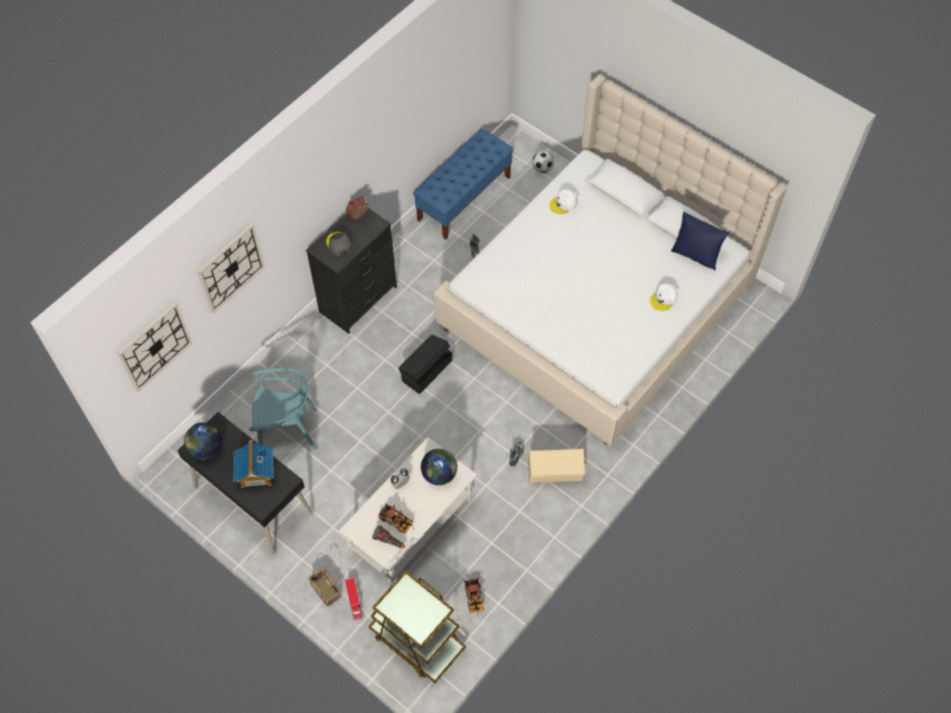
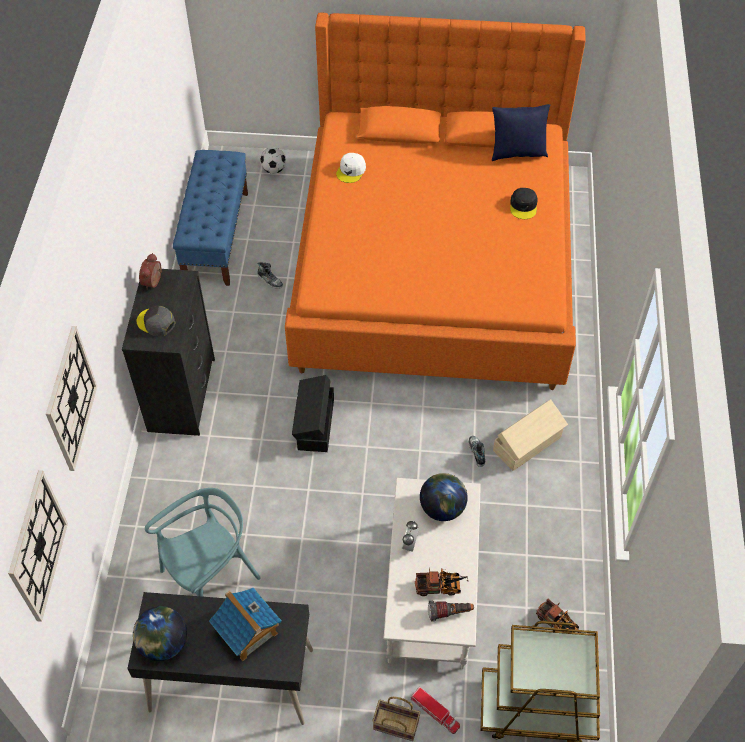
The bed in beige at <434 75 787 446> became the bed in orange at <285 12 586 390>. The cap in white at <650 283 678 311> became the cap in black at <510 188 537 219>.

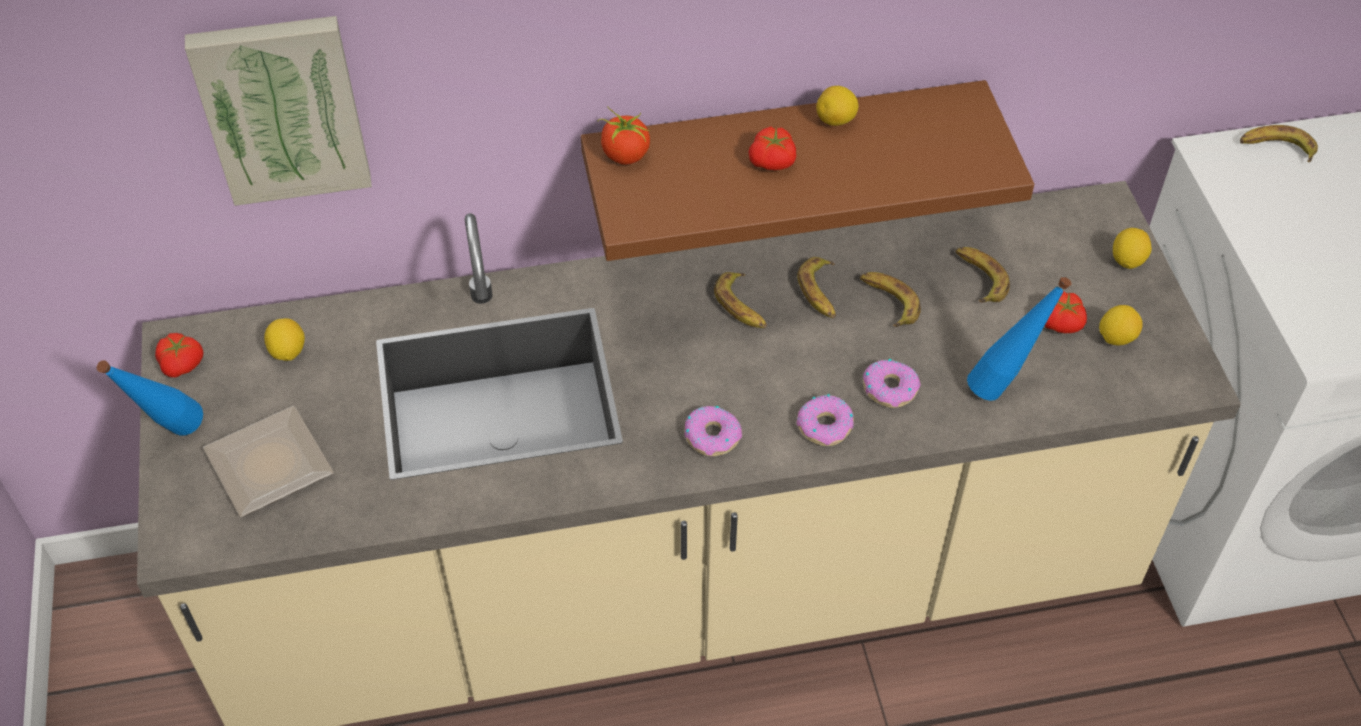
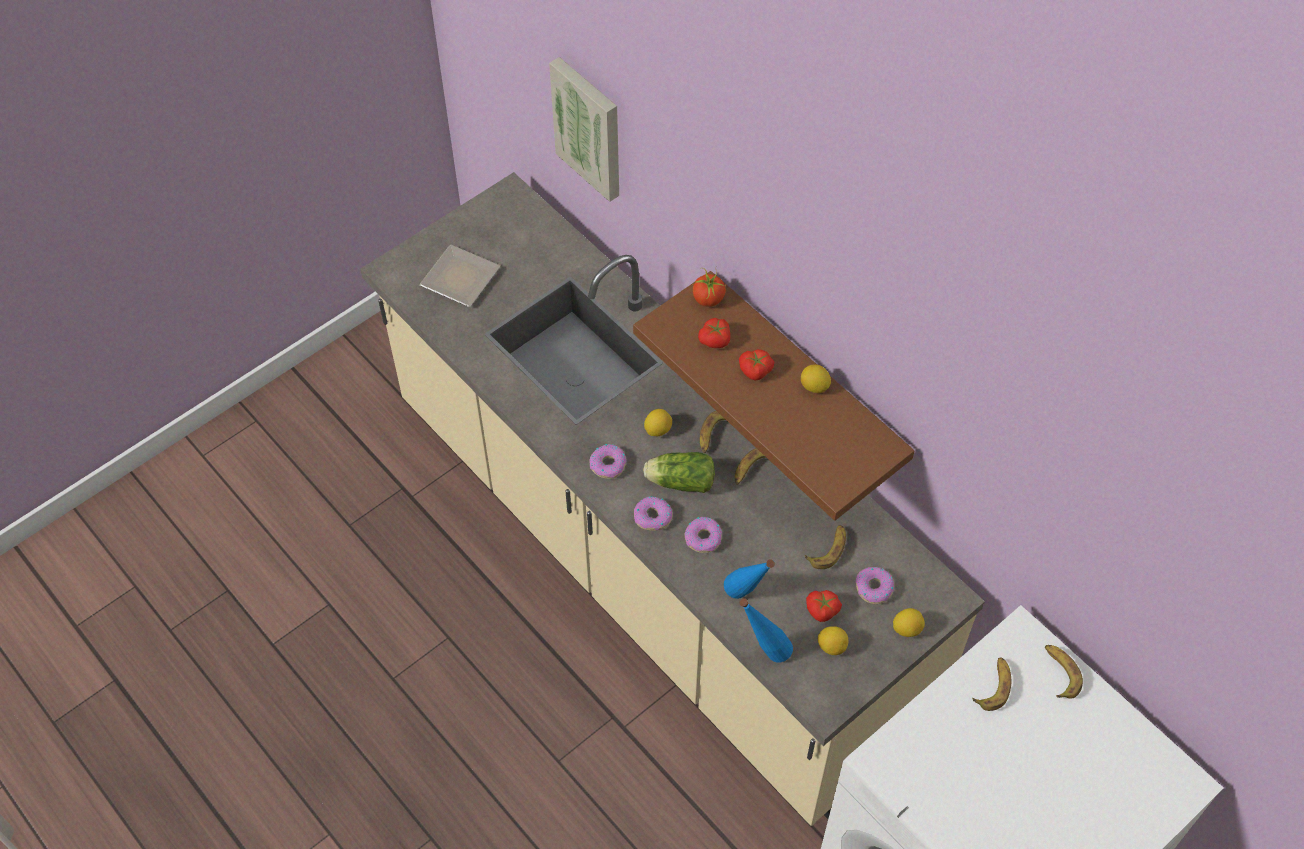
The lettuce at <643 452 715 493> appeared. The lemon moved from <264 318 305 361> to <644 409 672 436>. The tomato moved from <155 333 204 378> to <698 318 731 348>. The bottle in blue moved from <97 360 203 436> to <740 598 793 662>. The donut at <856 567 894 604> appeared. The banana moved from <860 272 921 327> to <972 658 1011 711>.

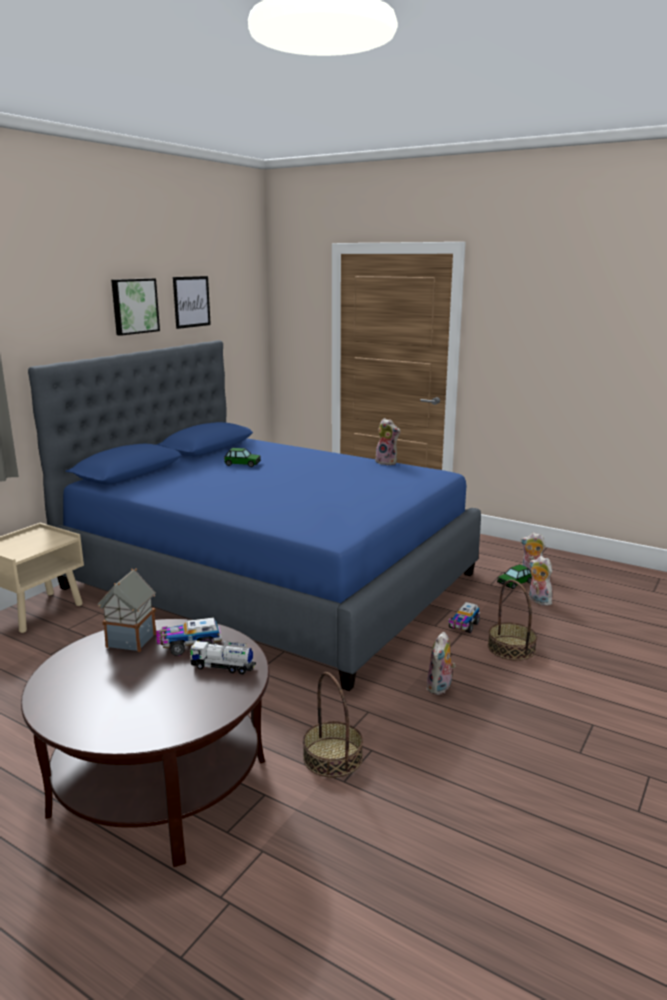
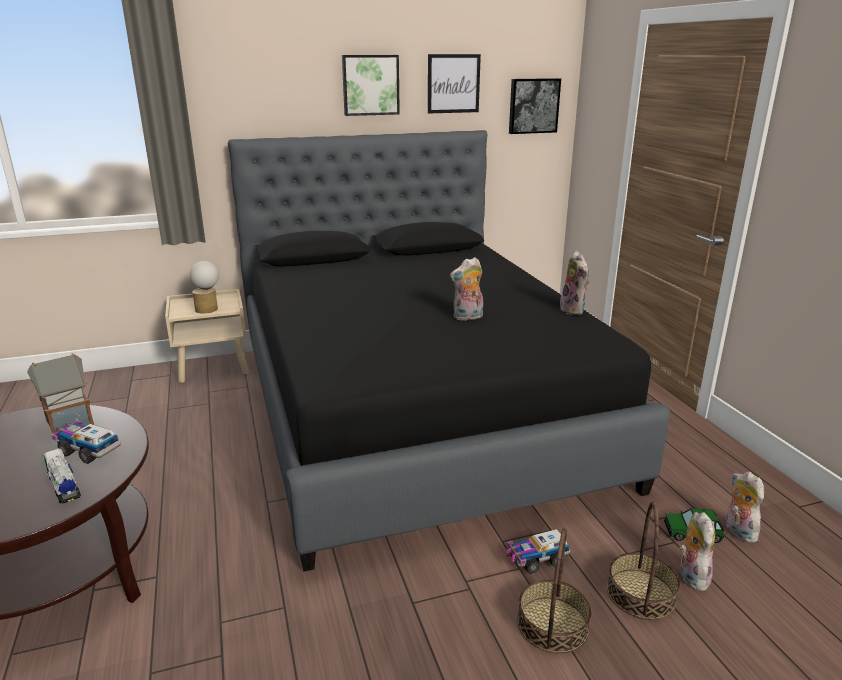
The table lamp at <190 261 219 314> appeared. The bed in blue at <28 340 481 691> became the bed in black at <228 130 670 572>. The plush toy moved from <427 632 456 695> to <450 257 483 321>. The picture at <509 78 561 134> appeared. The basket moved from <303 672 363 778> to <607 502 680 620>. The toy car at <224 448 261 467> disappeared.

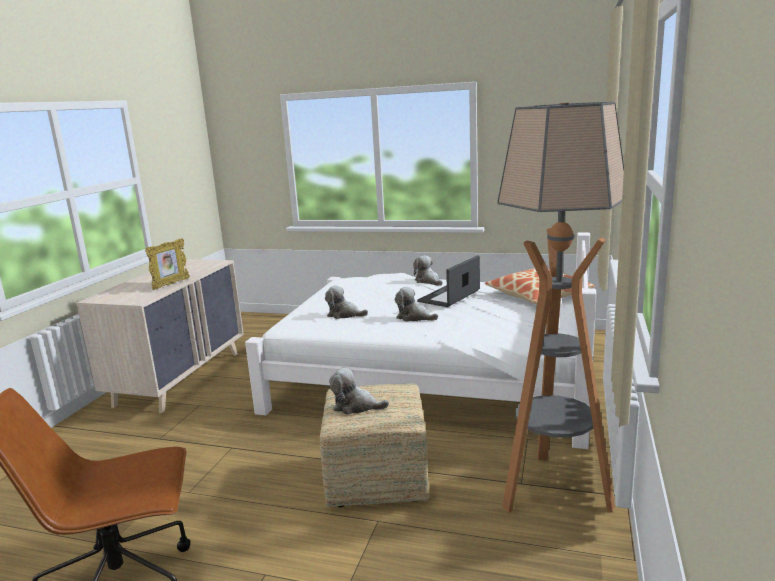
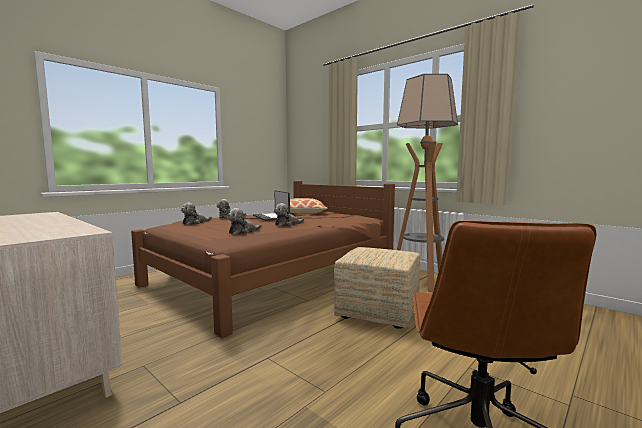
The bed in white at <245 232 597 449> became the bed in brown at <131 181 395 338>. The plush toy moved from <329 368 389 415> to <181 203 212 225>. The picture frame at <145 238 190 290> disappeared.

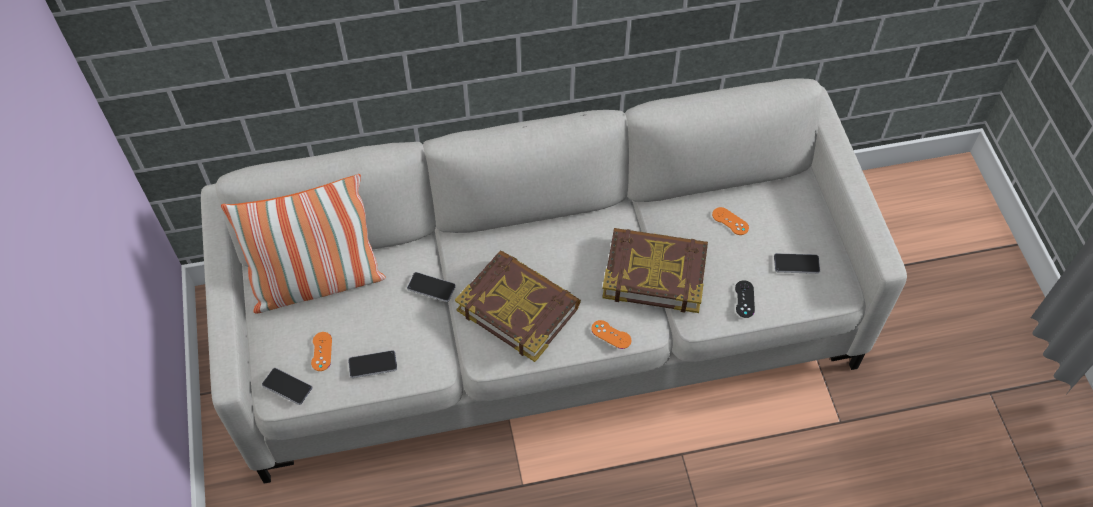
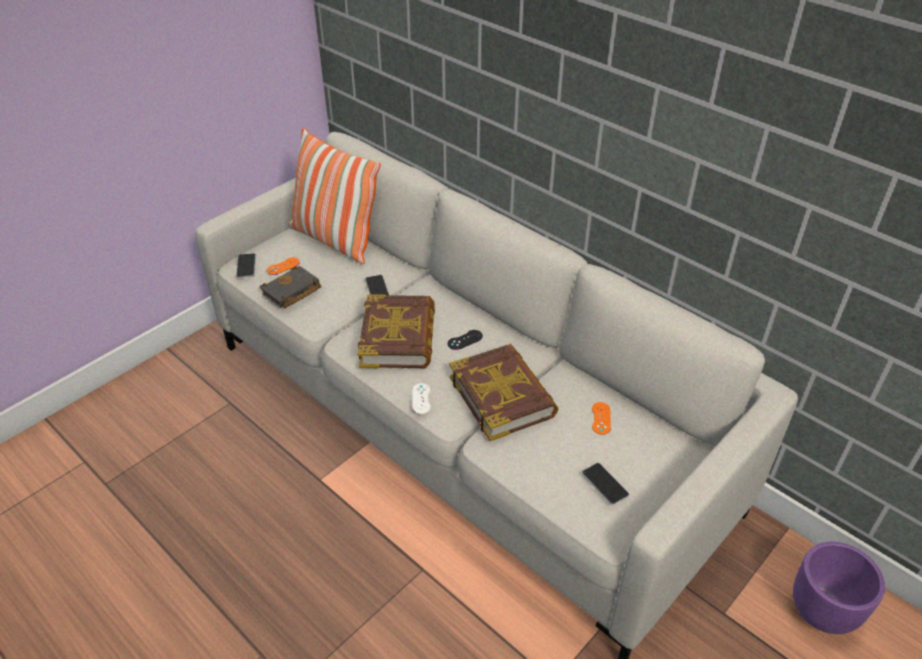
The phone at <348 350 397 378> was replaced by the book in black at <260 266 322 308>. The game controller in orange at <591 320 632 349> became the game controller in white at <412 383 431 414>. The game controller in black moved from <735 280 755 318> to <448 330 483 350>. The planter in purple at <793 541 885 634> appeared.

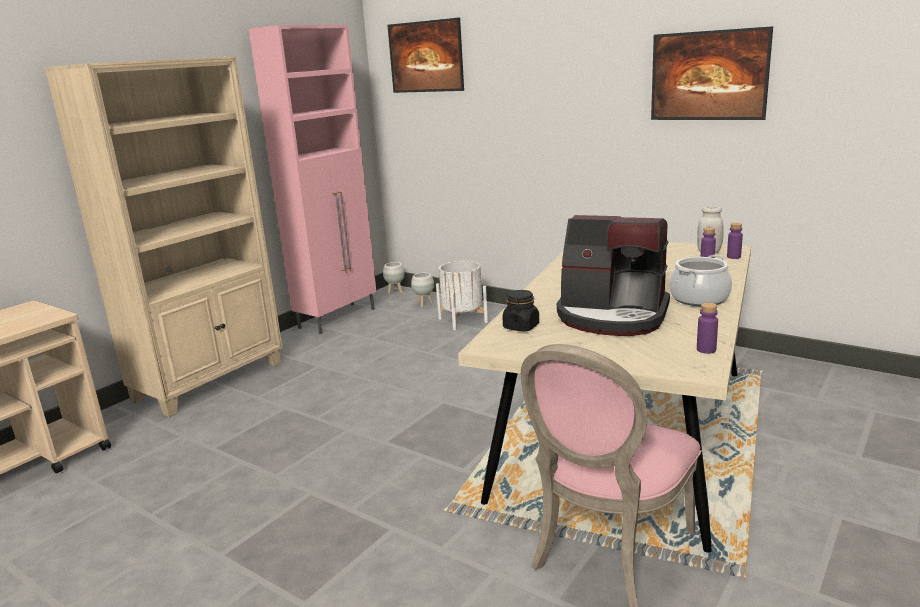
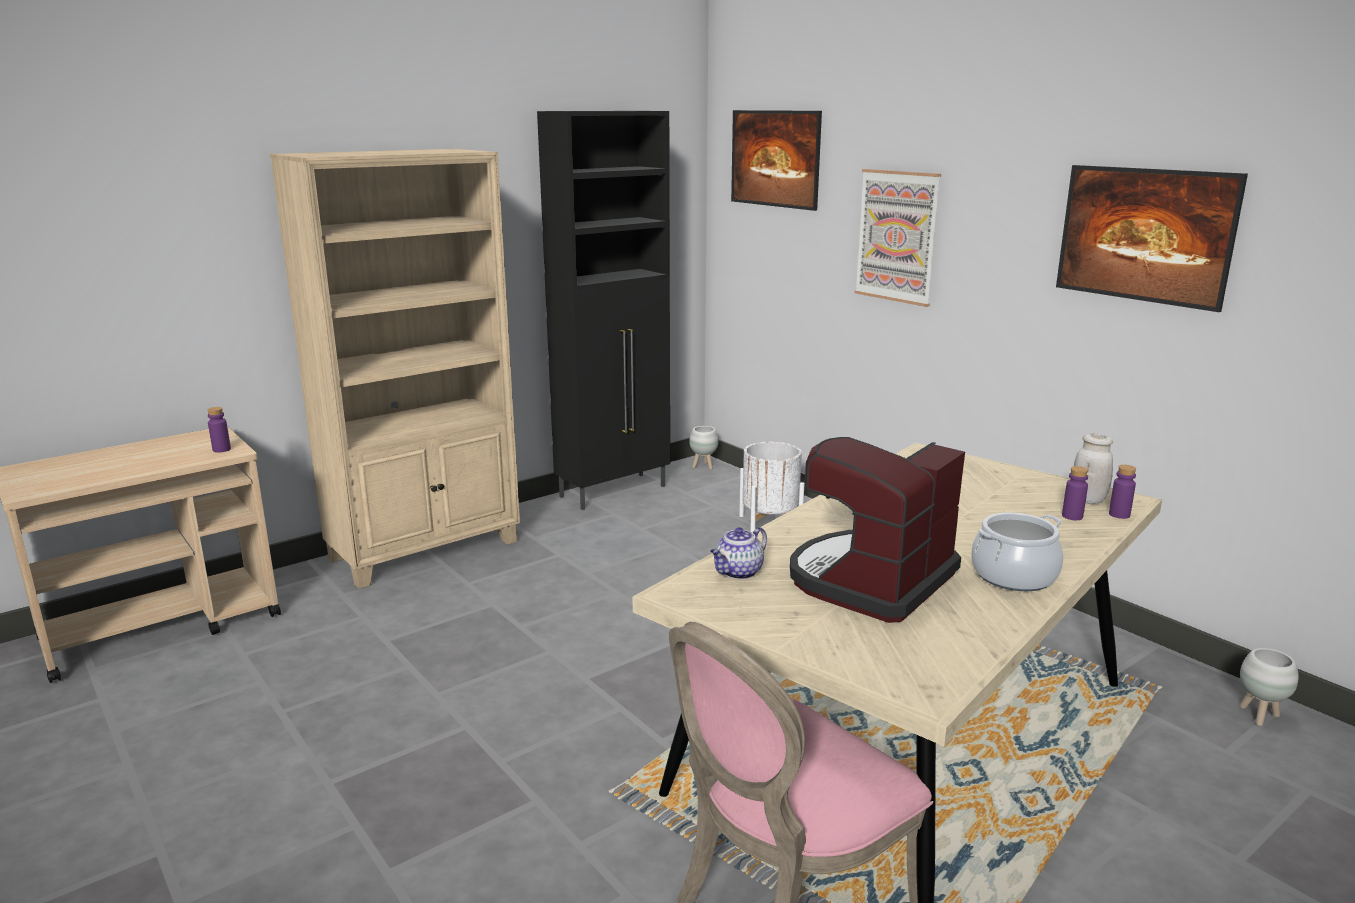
The bottle in purple moved from <697 303 718 354> to <207 407 231 453>. The cabinet in pink at <249 25 376 334> became the cabinet in black at <537 111 670 510>. The jar in black at <503 290 539 332> was replaced by the teapot at <710 527 767 579>. The coffee machine at <557 215 670 336> turned 90 degrees clockwise. The picture at <854 169 941 307> appeared. The planter in white moved from <411 273 434 308> to <1240 648 1299 726>.

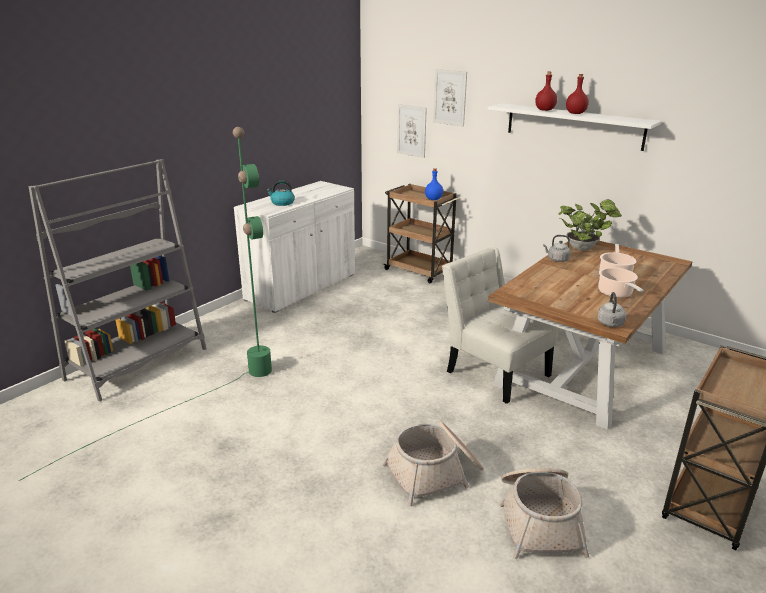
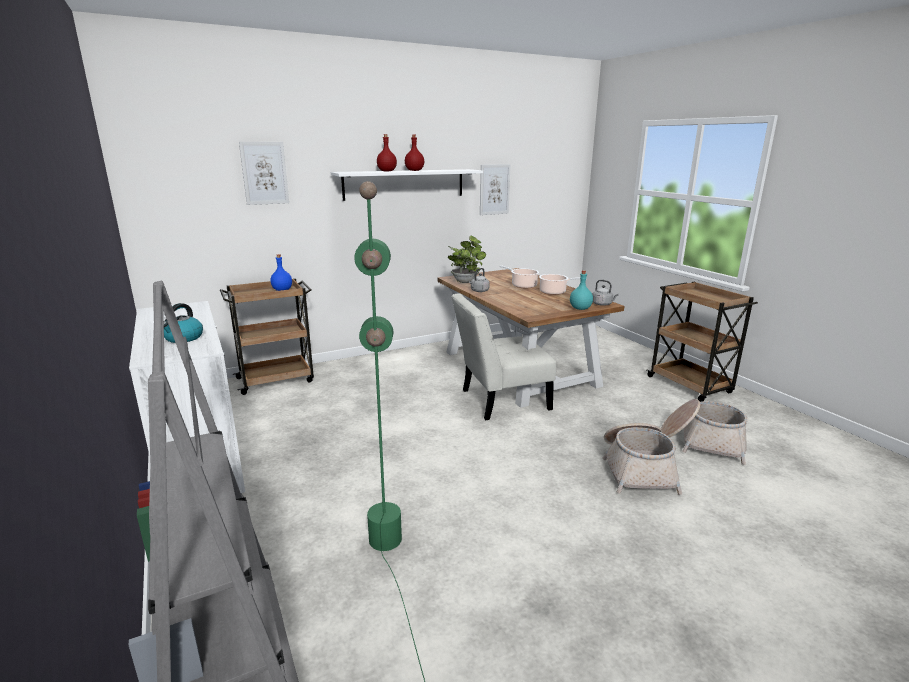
The picture moved from <397 104 427 158> to <480 164 511 215>. The bottle in turquoise at <570 270 593 310> appeared.

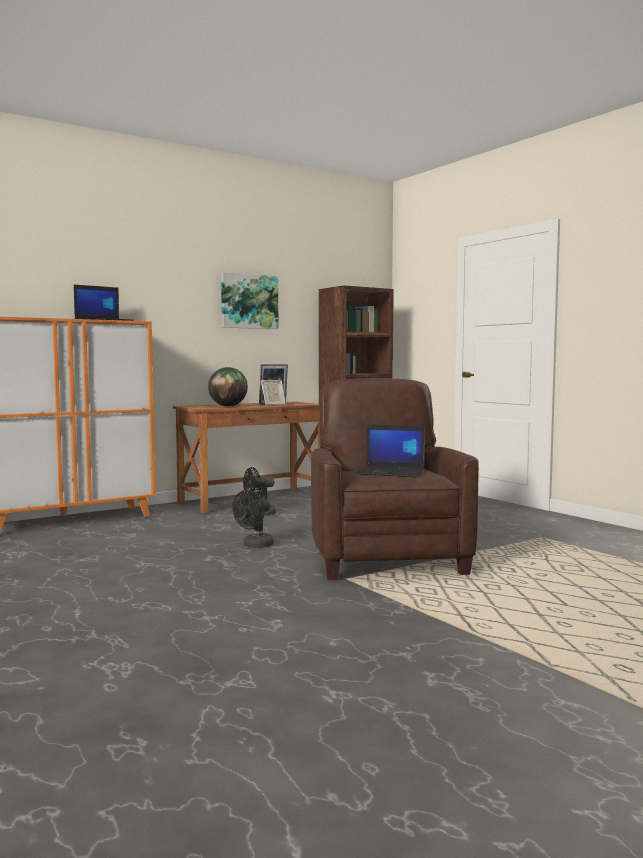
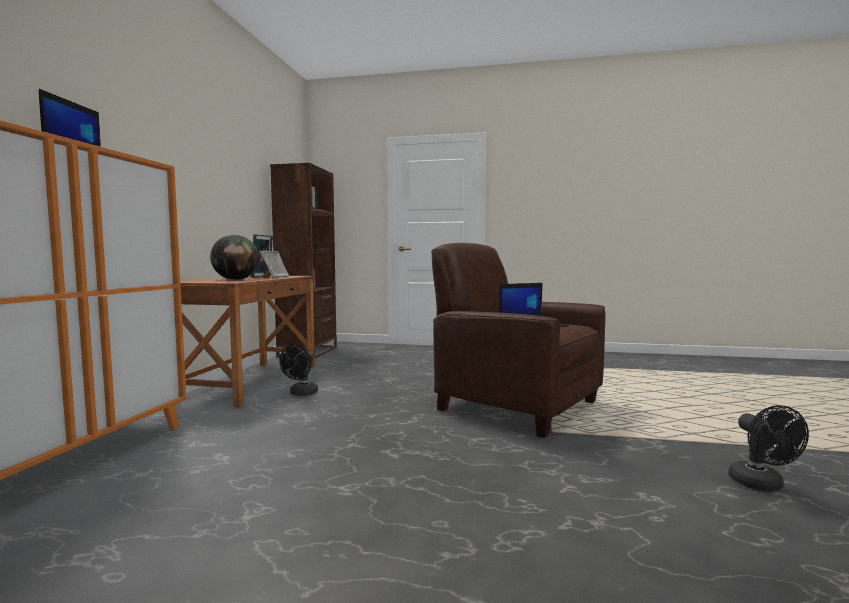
The fan in black moved from <233 490 274 548> to <728 405 809 491>. The picture at <221 272 278 329> disappeared.

